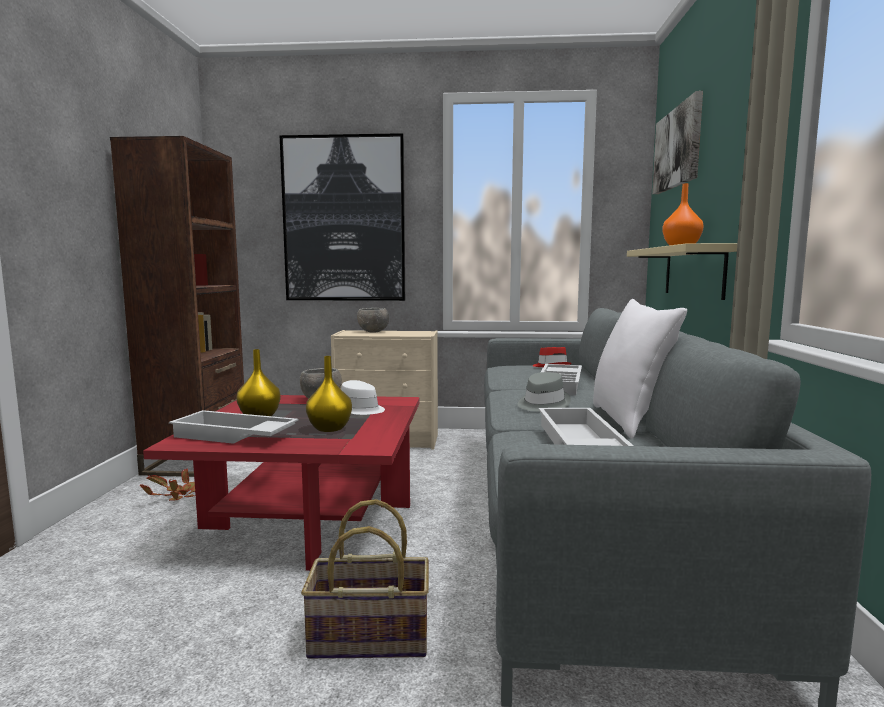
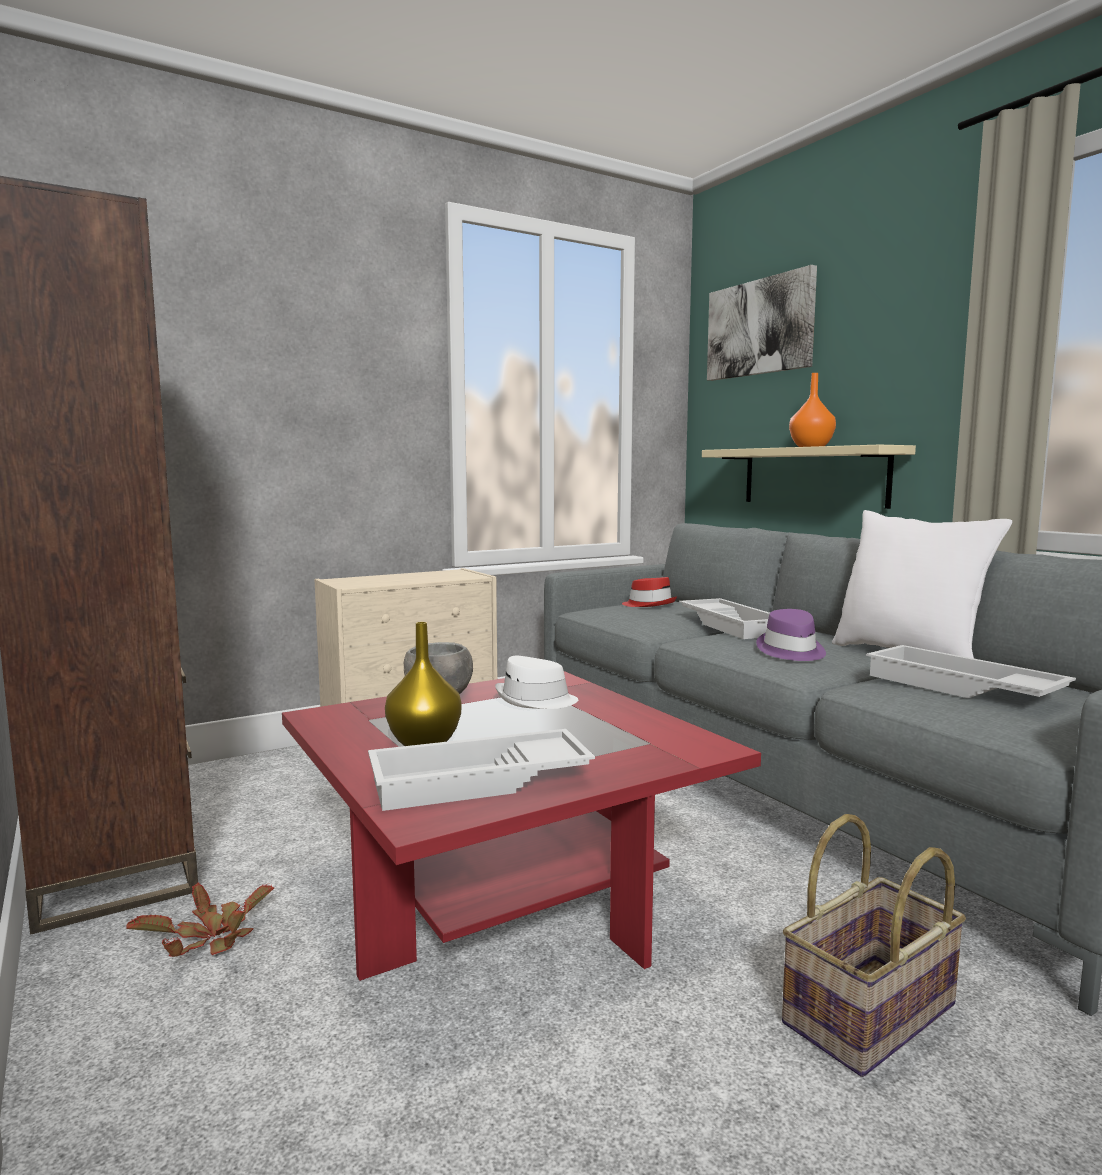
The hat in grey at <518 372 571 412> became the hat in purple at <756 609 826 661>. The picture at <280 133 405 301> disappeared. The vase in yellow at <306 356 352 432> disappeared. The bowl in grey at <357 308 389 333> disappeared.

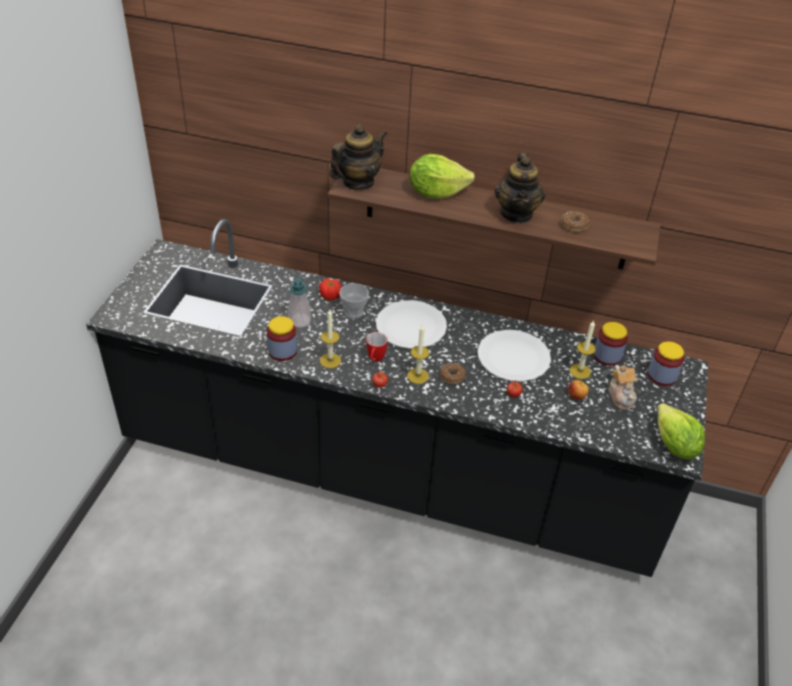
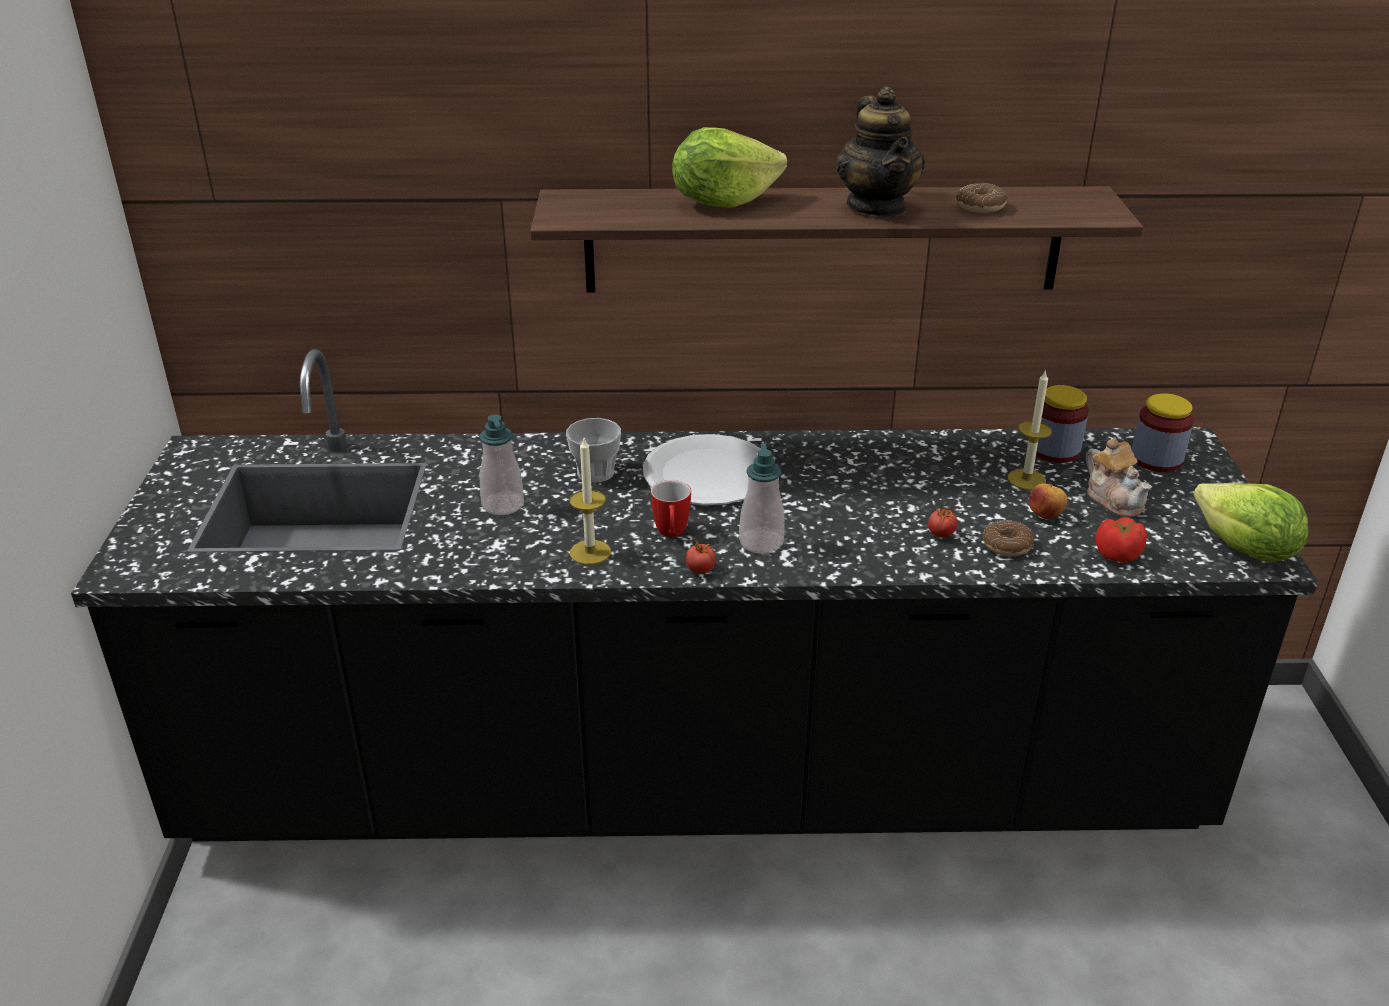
The candle at <407 324 429 384> was replaced by the soap dispenser at <739 443 785 554>. The donut moved from <439 363 466 384> to <982 520 1034 556>. The tomato moved from <319 278 342 300> to <1095 517 1147 562>. The jar at <267 316 297 361> disappeared. The teapot at <329 124 387 190> disappeared. The plate in white at <478 330 551 382> disappeared.

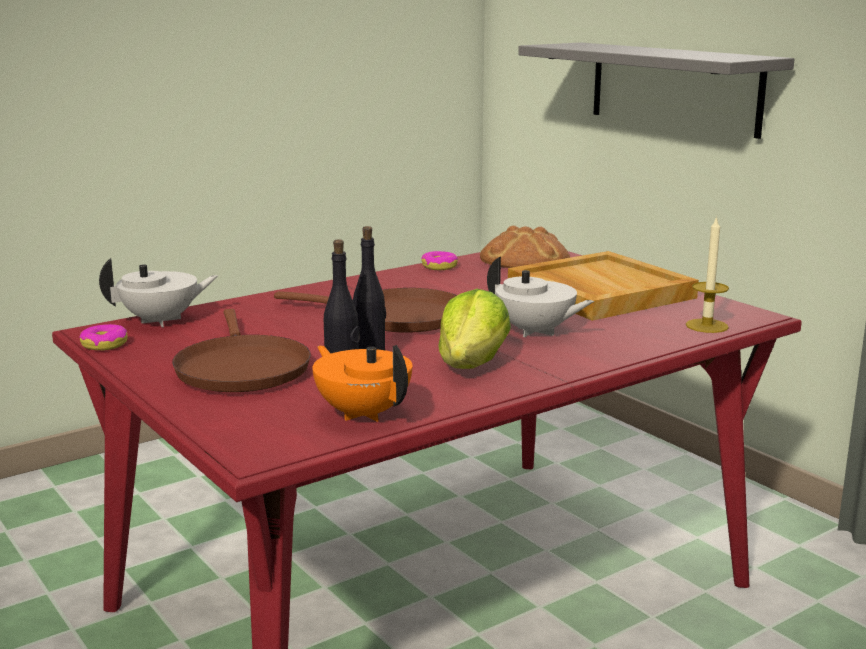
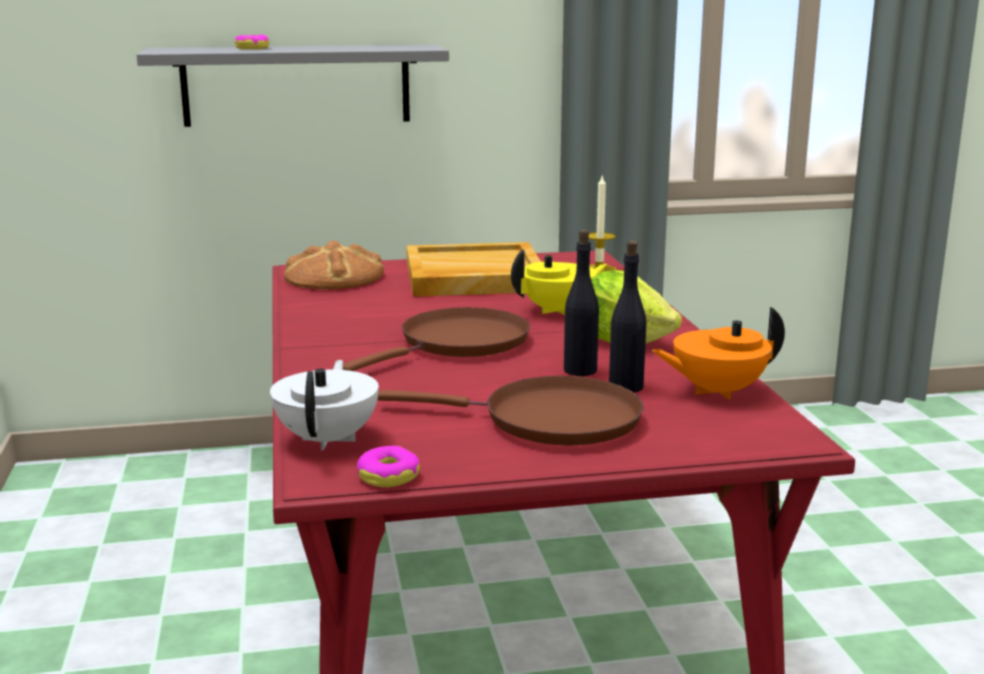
The donut moved from <421 251 458 270> to <235 34 270 49>. The teapot in white at <487 257 594 337> became the teapot in yellow at <511 249 608 315>.

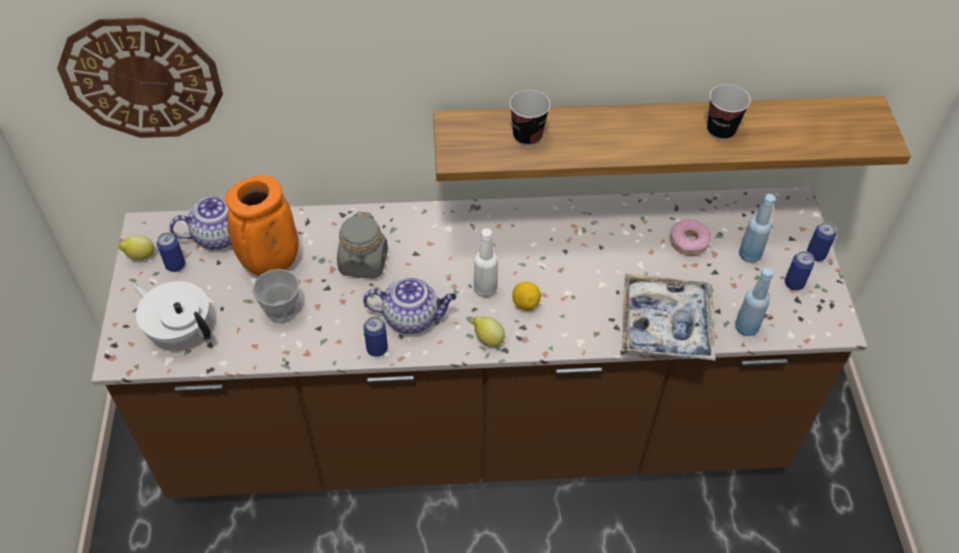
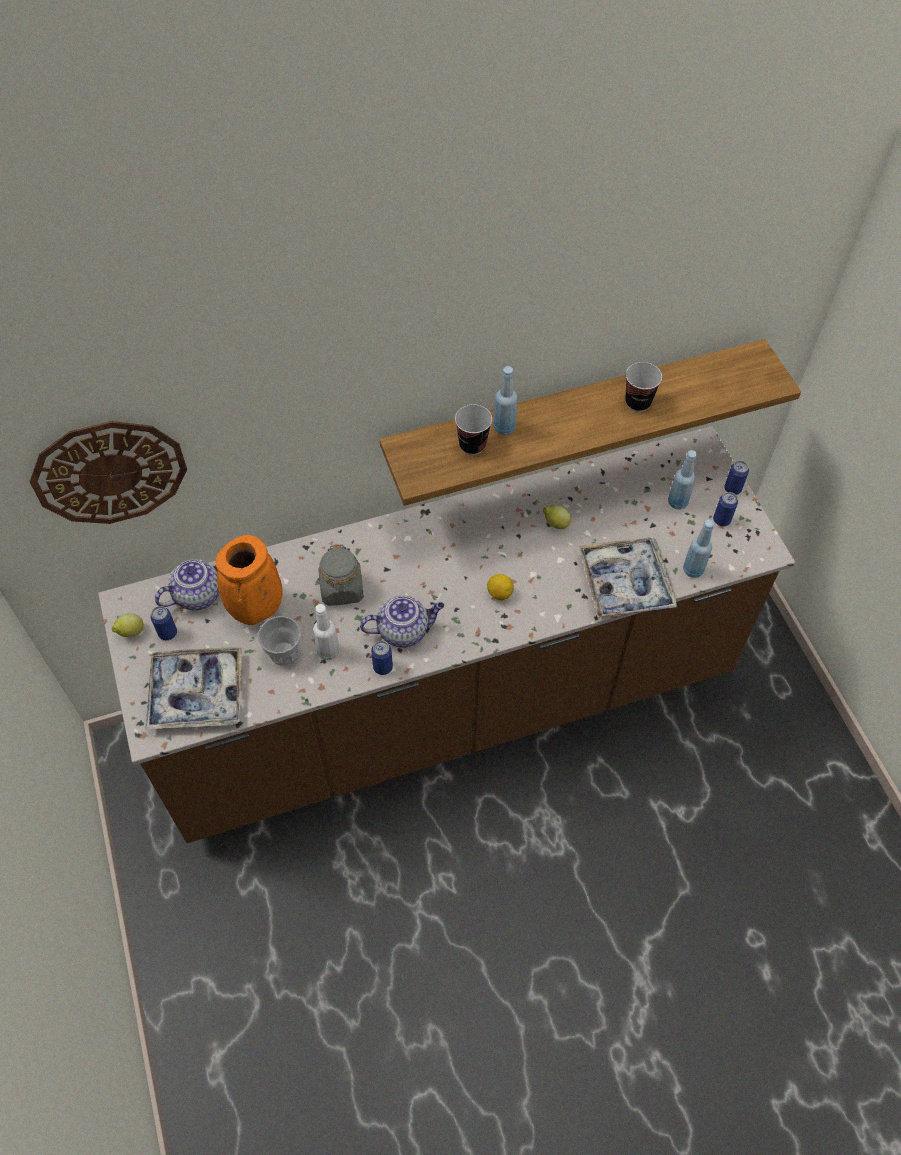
The teapot in white at <132 281 211 345> was replaced by the tray at <145 647 242 730>. The bottle in white moved from <474 228 498 297> to <313 604 339 660>. The bottle in blue at <493 366 517 435> appeared. The lemon moved from <473 317 505 347> to <543 505 571 529>. The donut at <669 219 711 255> disappeared.

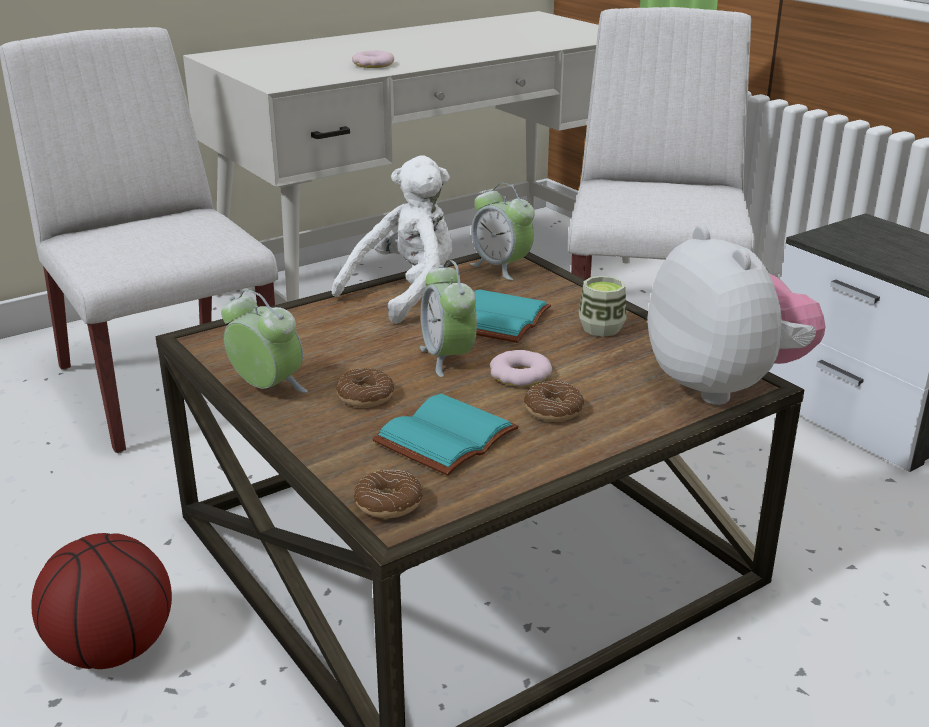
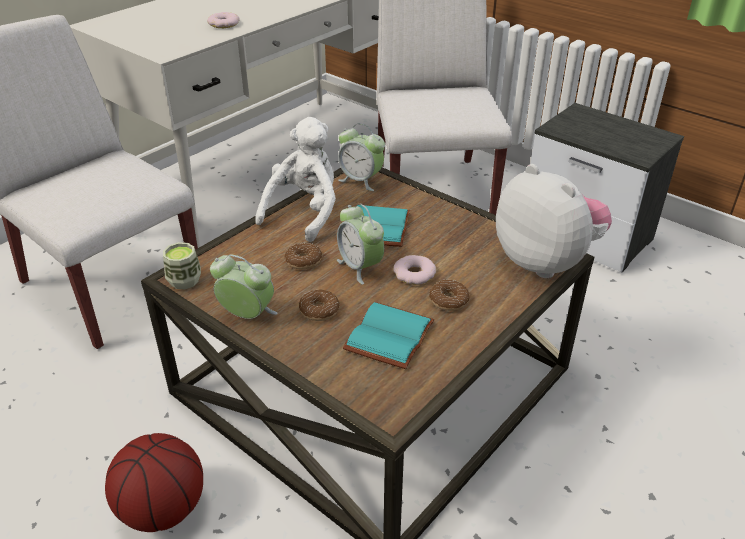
The cup moved from <579 276 626 337> to <163 242 201 289>. The donut moved from <354 470 423 518> to <284 243 322 270>.

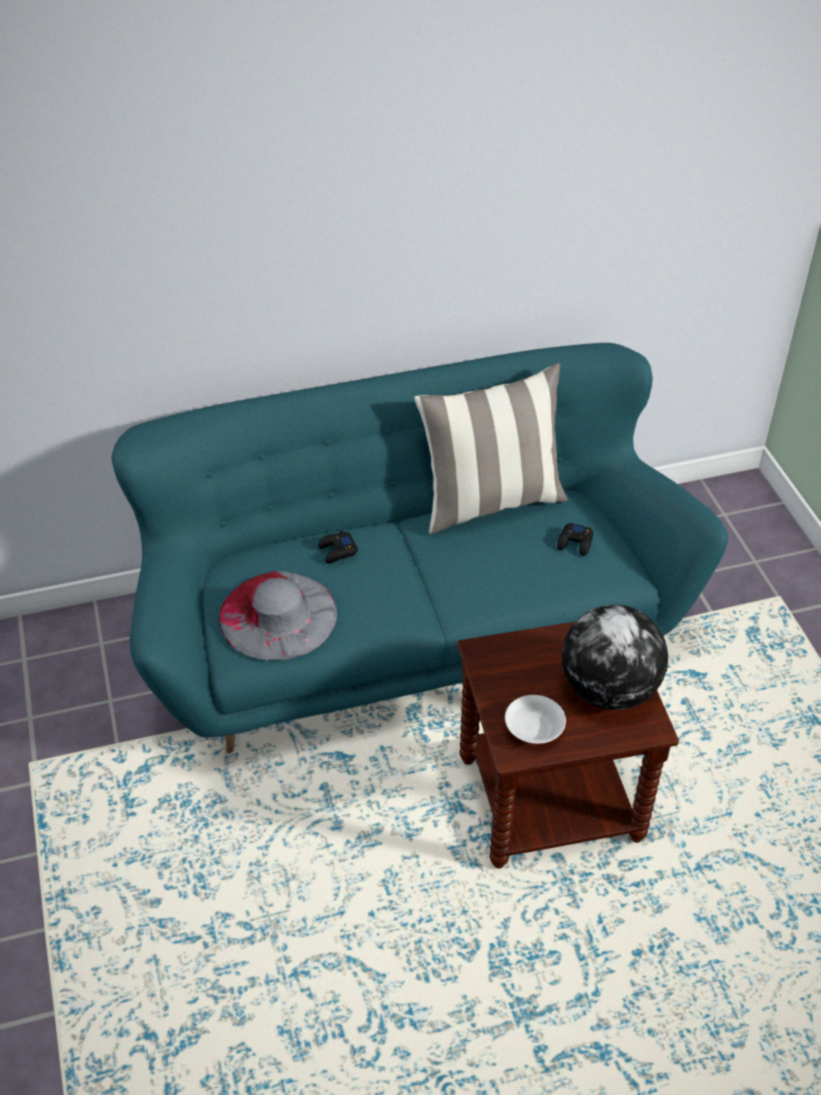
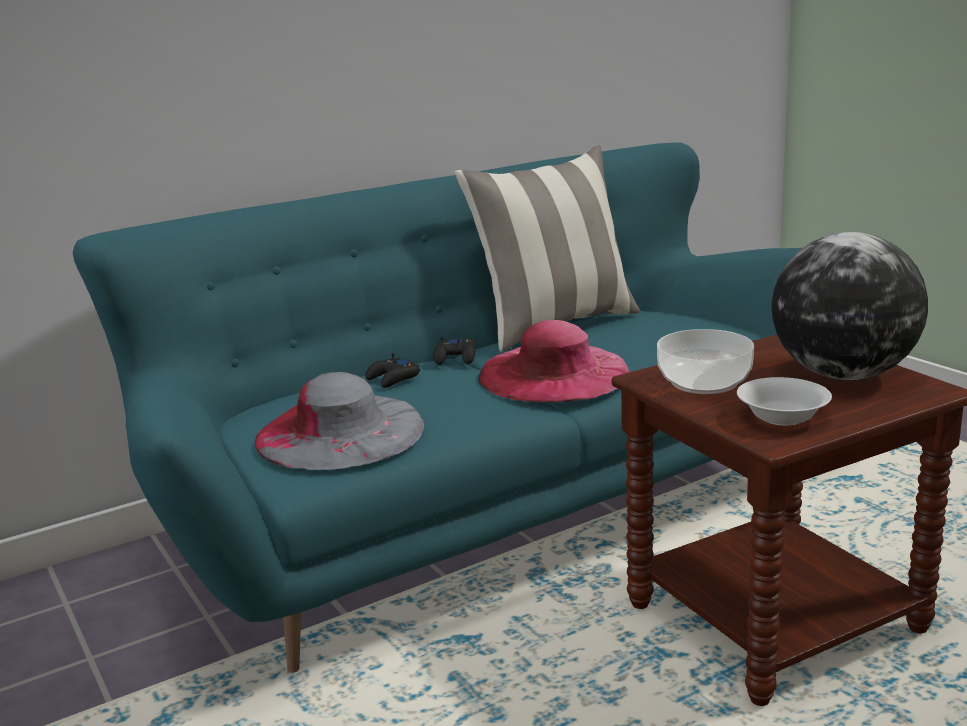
The game controller in black moved from <557 523 593 556> to <433 337 475 365>. The hat in pink at <478 320 629 403> appeared. The bowl at <657 329 754 394> appeared.

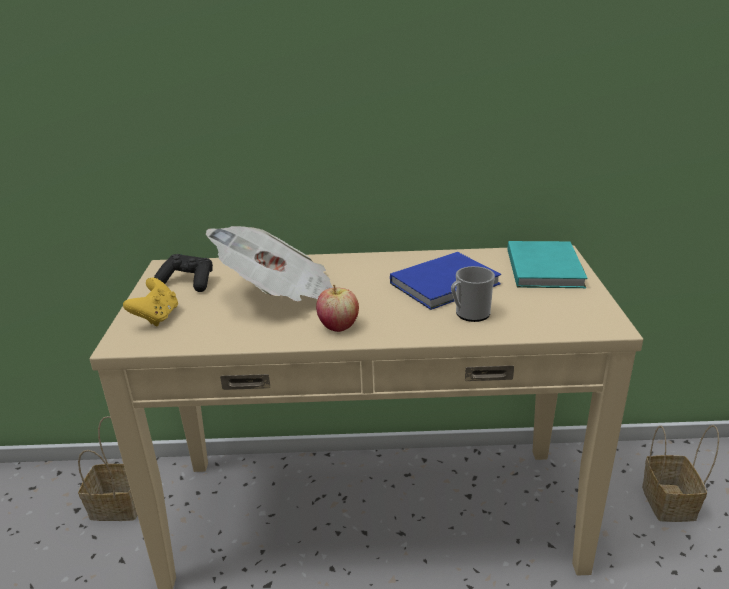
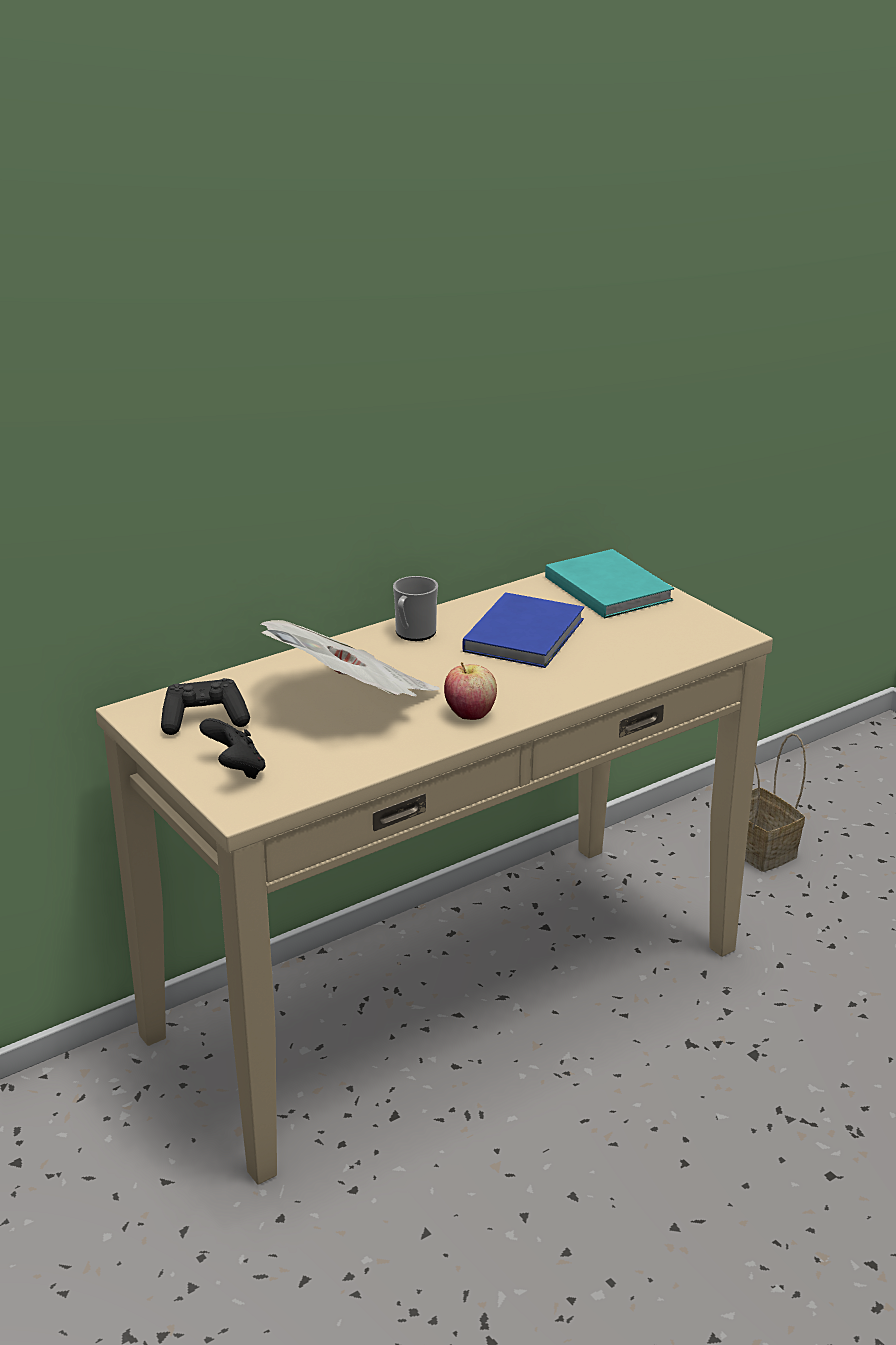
The game controller in yellow at <123 278 178 327> became the game controller in black at <199 718 265 779>. The mug moved from <451 266 495 322> to <393 576 438 641>. The basket at <78 416 138 521> disappeared.

